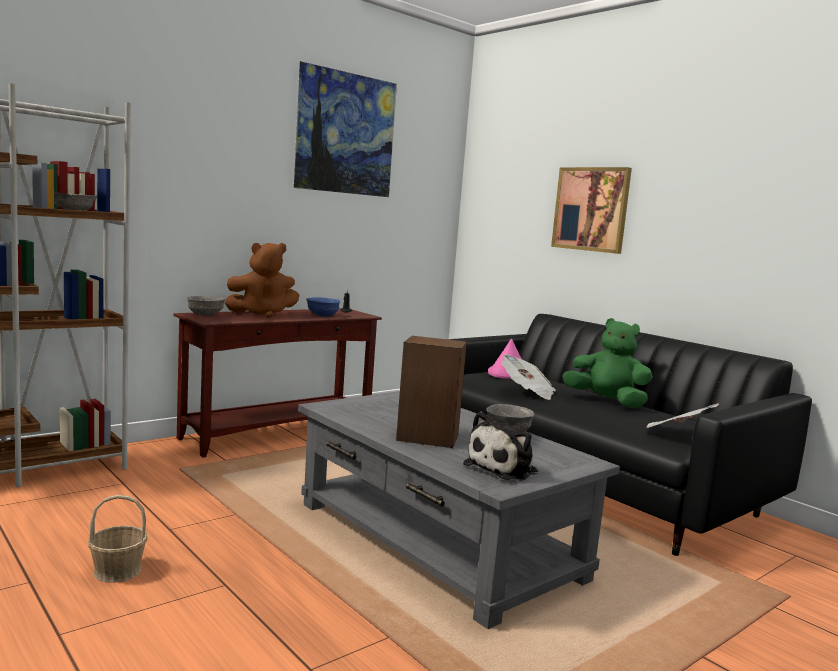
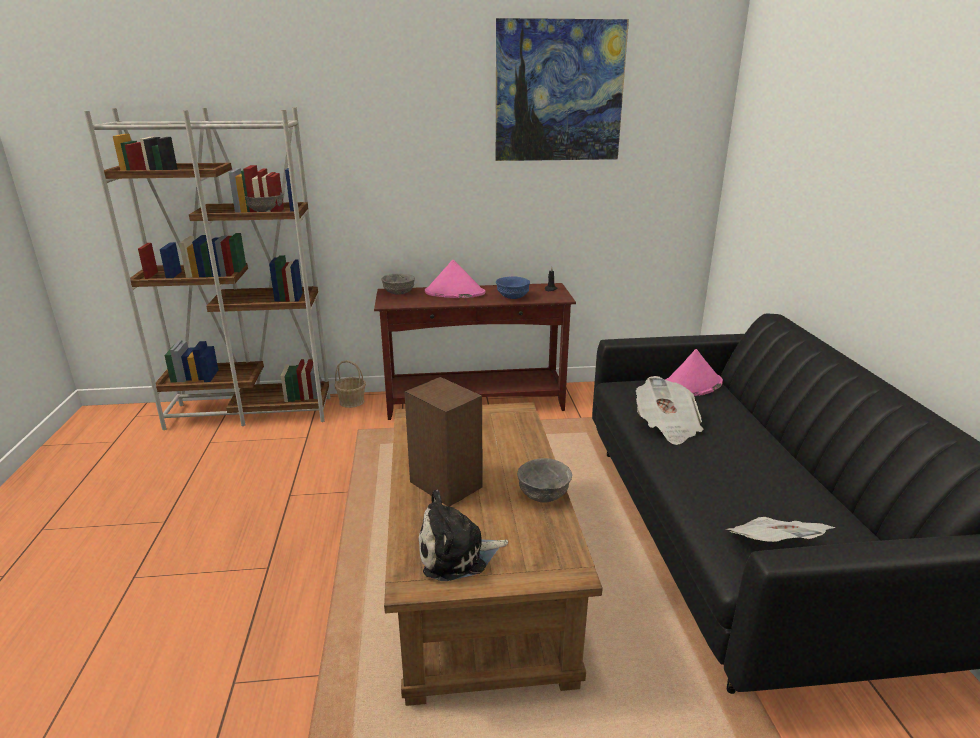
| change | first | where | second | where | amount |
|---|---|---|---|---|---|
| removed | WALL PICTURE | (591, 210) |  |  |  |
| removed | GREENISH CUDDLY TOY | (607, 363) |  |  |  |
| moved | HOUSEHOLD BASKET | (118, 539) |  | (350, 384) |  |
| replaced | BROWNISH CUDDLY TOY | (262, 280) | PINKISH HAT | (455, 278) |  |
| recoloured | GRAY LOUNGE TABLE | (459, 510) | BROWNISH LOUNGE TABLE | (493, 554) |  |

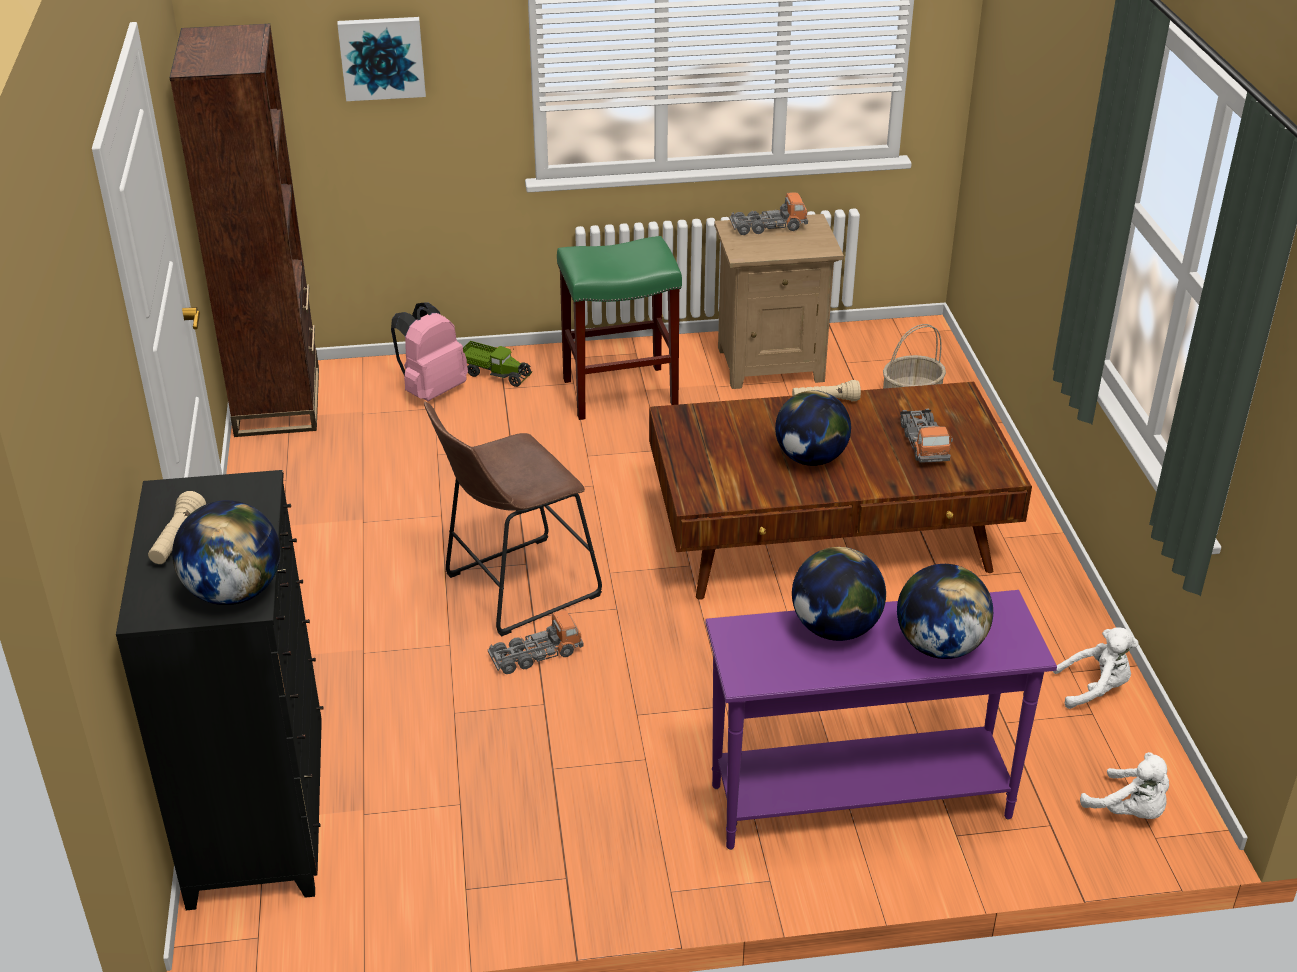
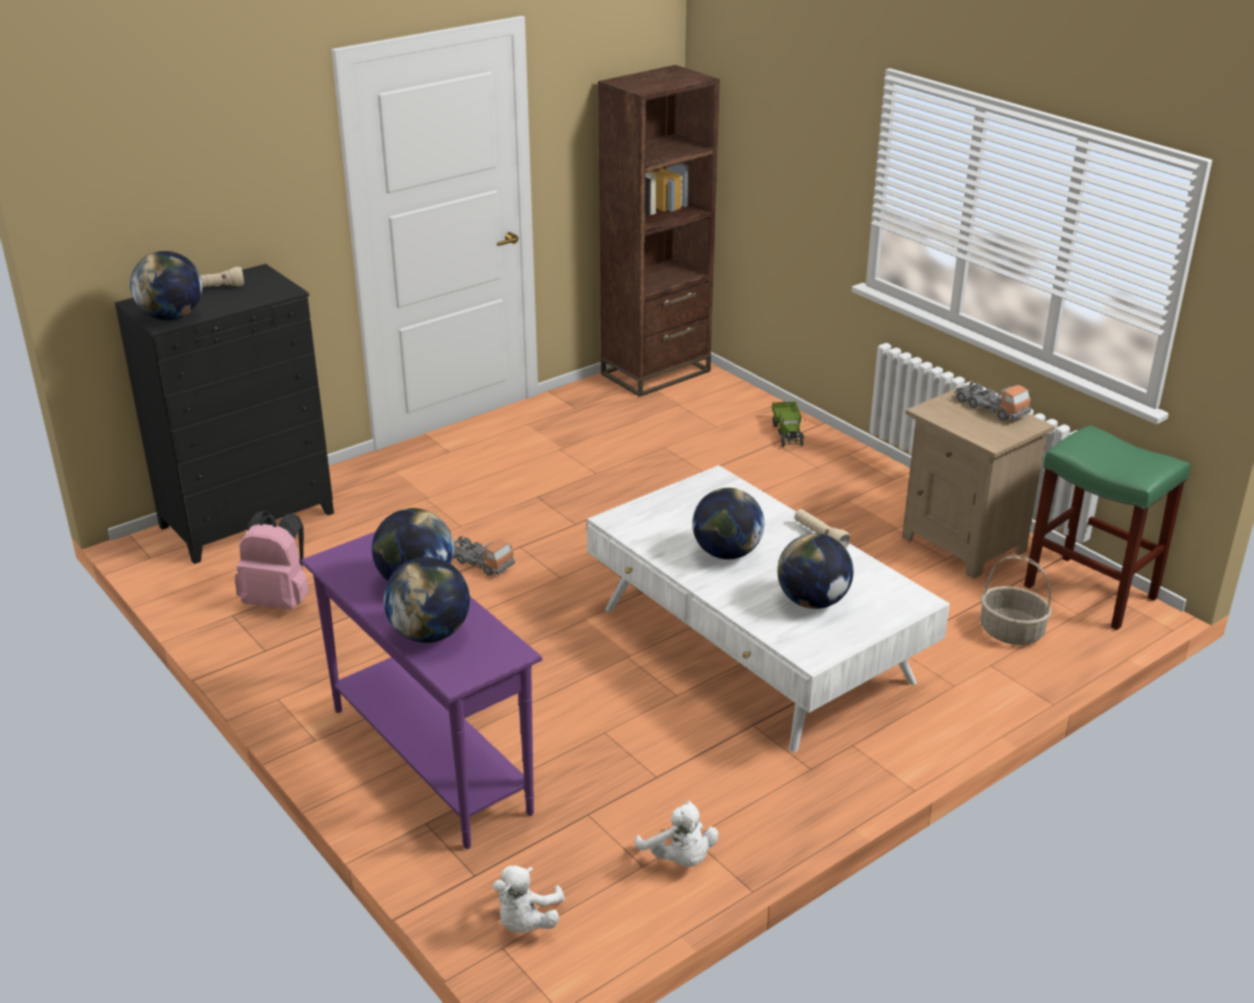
| change | first | where | second | where | amount |
|---|---|---|---|---|---|
| removed | WALL PICTURE | (381, 59) |  |  |  |
| removed | BROWNISH STOOL | (513, 519) |  |  |  |
| moved | PINKISH KNAPSACK | (429, 352) |  | (272, 560) |  |
| moved | GREENISH STOOL | (619, 328) |  | (1107, 527) |  |
| replaced | TOY TRUCK | (926, 436) | WORLD GLOBE | (815, 571) |  |
| recoloured | BROWNISH LOUNGE TABLE | (840, 491) | WHITE-COLOURED LOUNGE TABLE | (768, 608) |  |

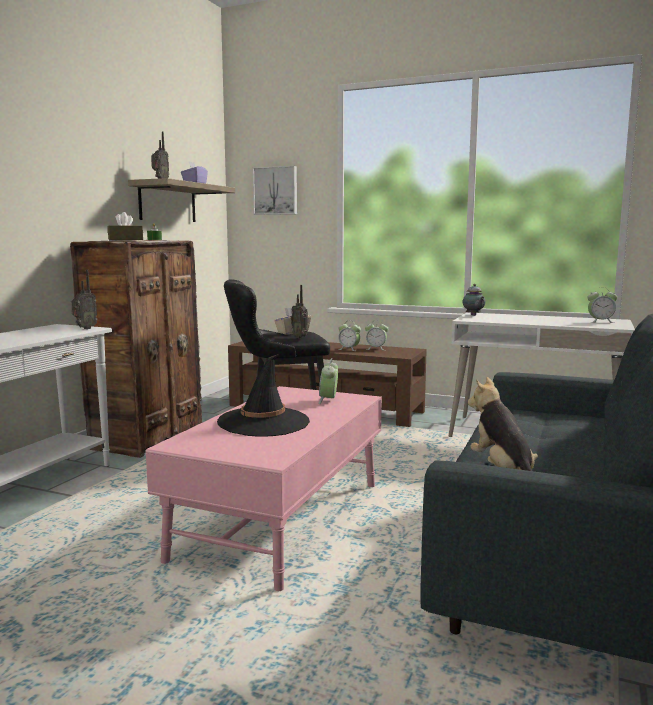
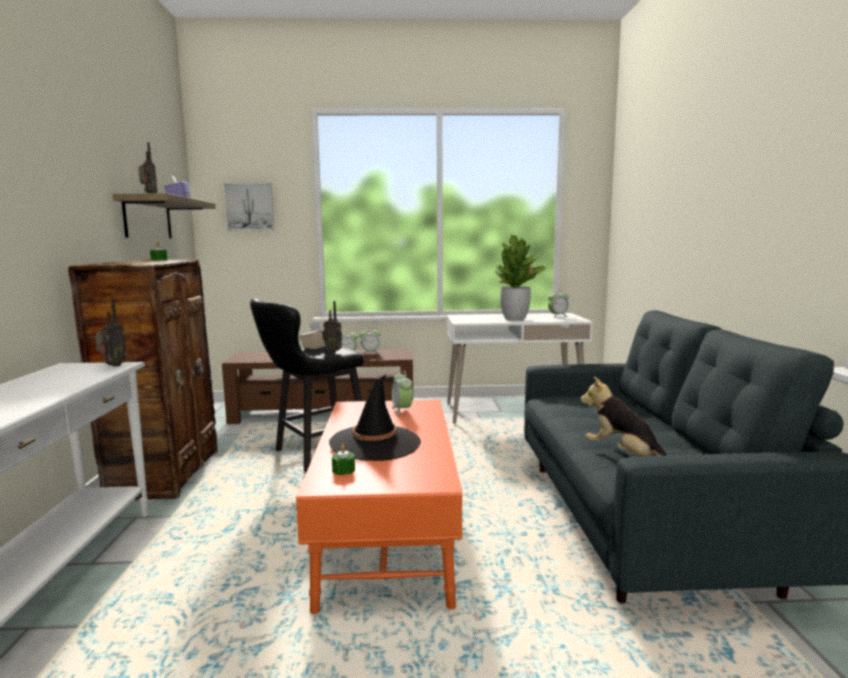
| change | first | where | second | where | amount |
|---|---|---|---|---|---|
| removed | BROWNISH TISSUE BOX | (125, 226) |  |  |  |
| removed | TEAPOT | (474, 300) |  |  |  |
| added |  |  | GREENISH WAX LIGHT | (343, 459) |  |
| added |  |  | PLANT IN A POT | (521, 277) |  |
| recoloured | PINKISH LOUNGE TABLE | (263, 488) | ORANGE LOUNGE TABLE | (379, 507) |  |

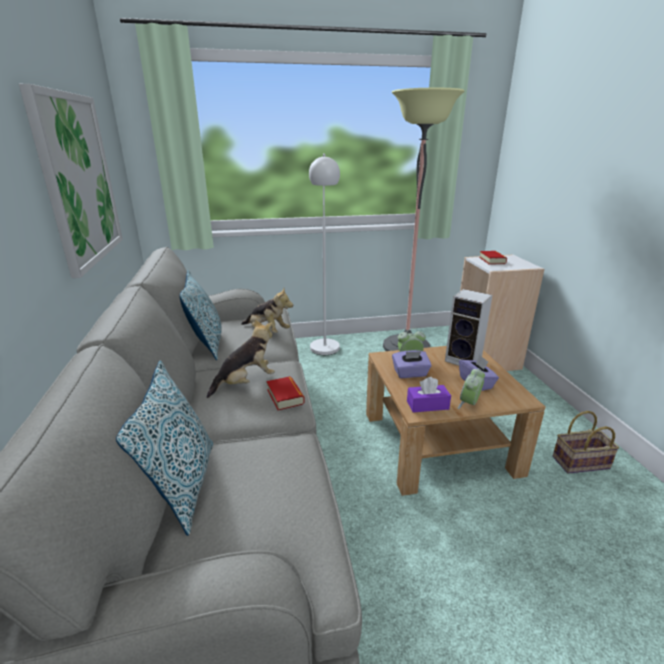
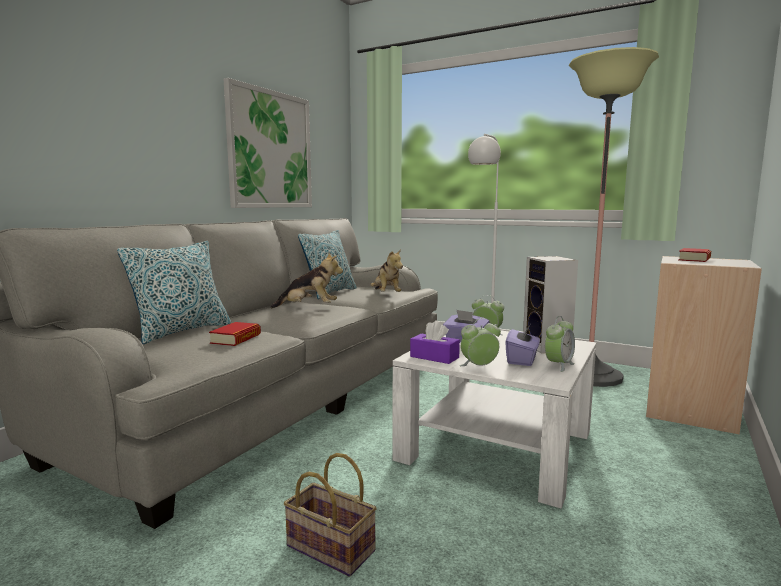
| change | first | where | second | where | amount |
|---|---|---|---|---|---|
| added |  |  | BEDSIDE CLOCK | (560, 344) |  |
| moved | VOLUME | (286, 393) |  | (235, 334) |  |
| moved | HOUSEHOLD BASKET | (586, 442) |  | (330, 515) |  |
| recoloured | BROWNISH LOUNGE TABLE | (455, 421) | WHITE-COLOURED LOUNGE TABLE | (494, 419) |  |

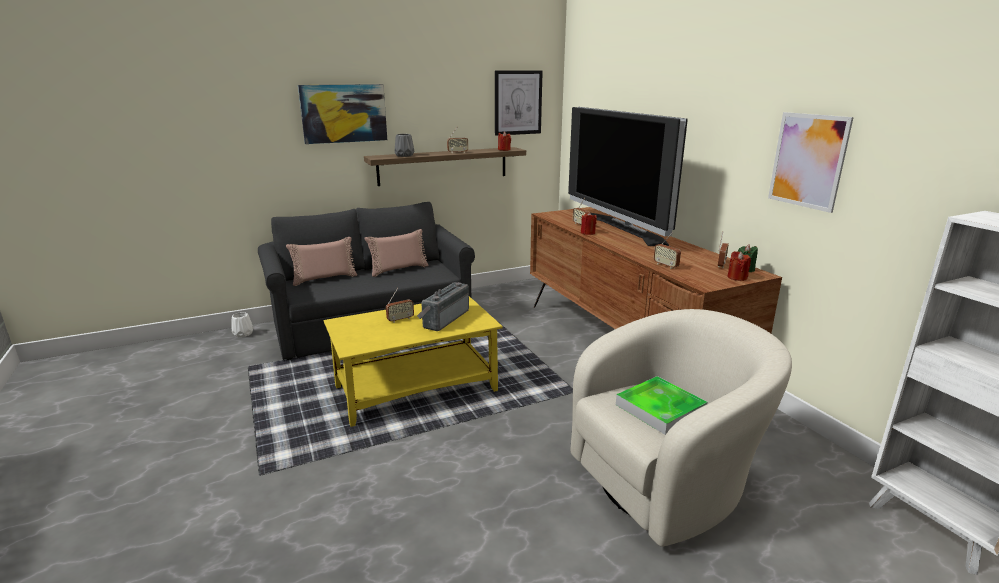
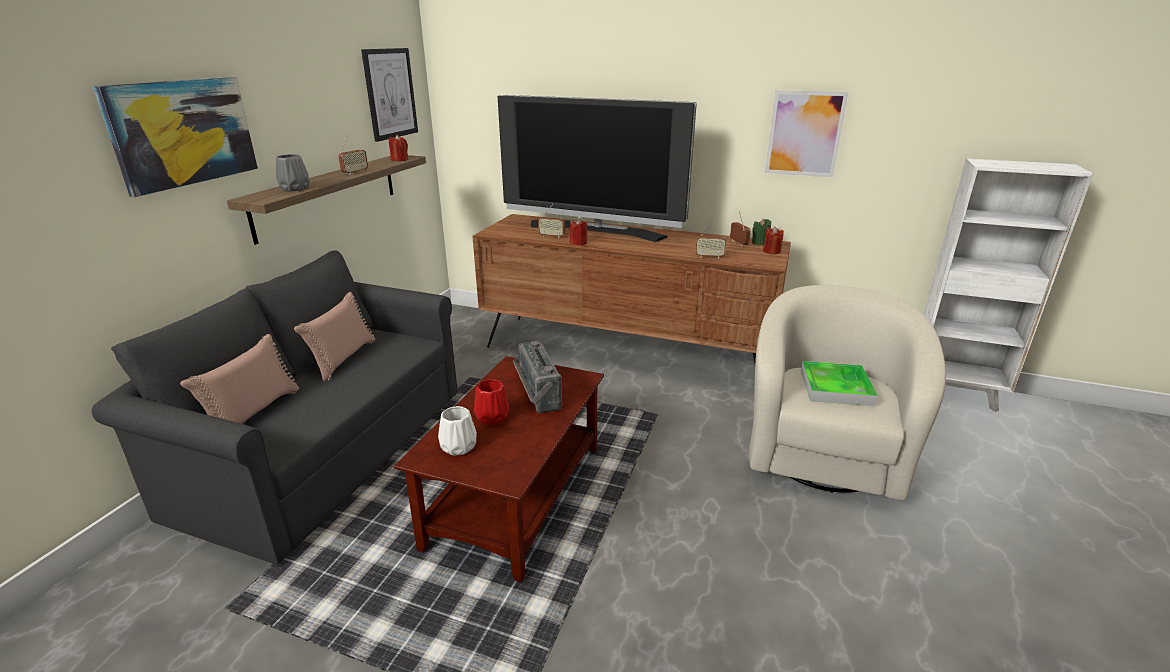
| change | first | where | second | where | amount |
|---|---|---|---|---|---|
| moved | WHITE-COLOURED FLOWER VASE | (242, 324) |  | (457, 431) |  |
| replaced | RADIO SET | (400, 305) | RED-COLOURED FLOWER VASE | (491, 402) |  |
| recoloured | YELLOW-COLOURED LOUNGE TABLE | (413, 361) | BROWNISH LOUNGE TABLE | (499, 469) |  |

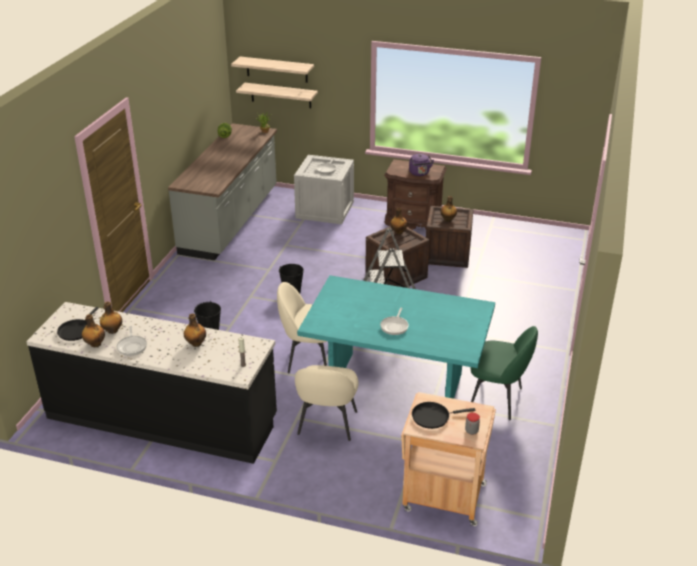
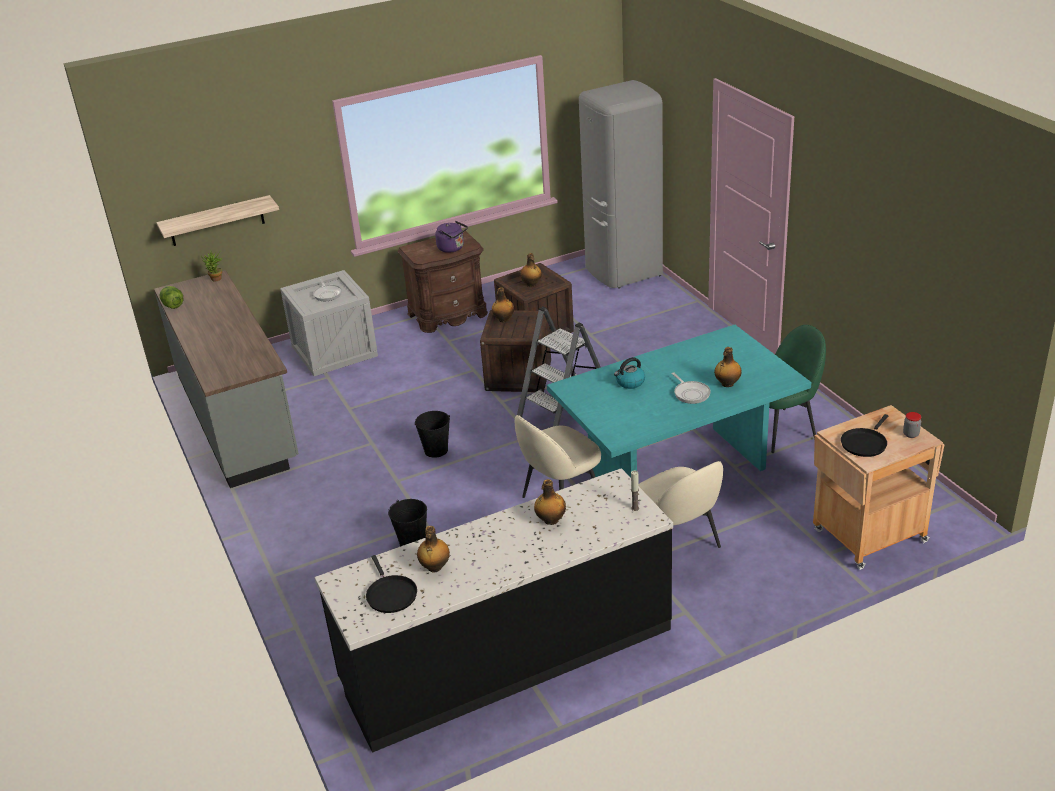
| change | first | where | second | where | amount |
|---|---|---|---|---|---|
| removed | PAN | (132, 341) |  |  |  |
| removed | SHELF | (272, 70) |  |  |  |
| added |  |  | GRAY KITCHEN FRIDGE | (621, 184) |  |
| added |  |  | KETTLE | (629, 373) |  |
| moved | BEVERAGE BOTTLE | (93, 330) |  | (728, 367) |  |

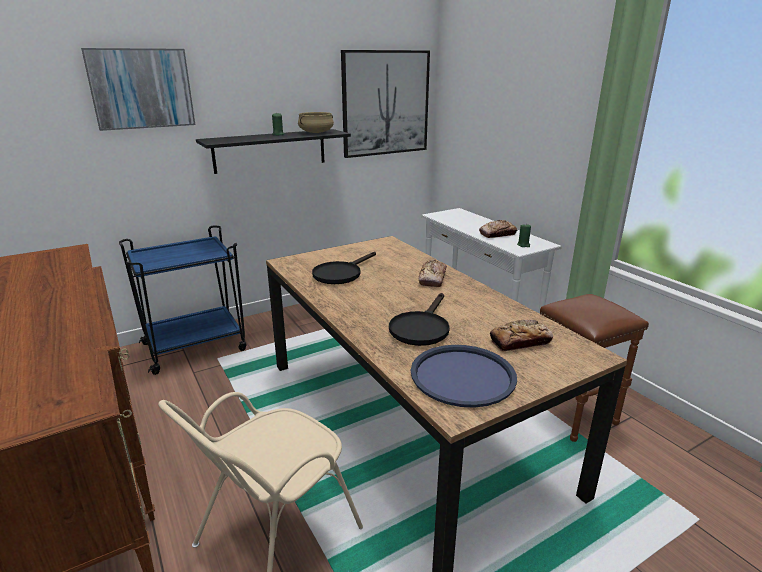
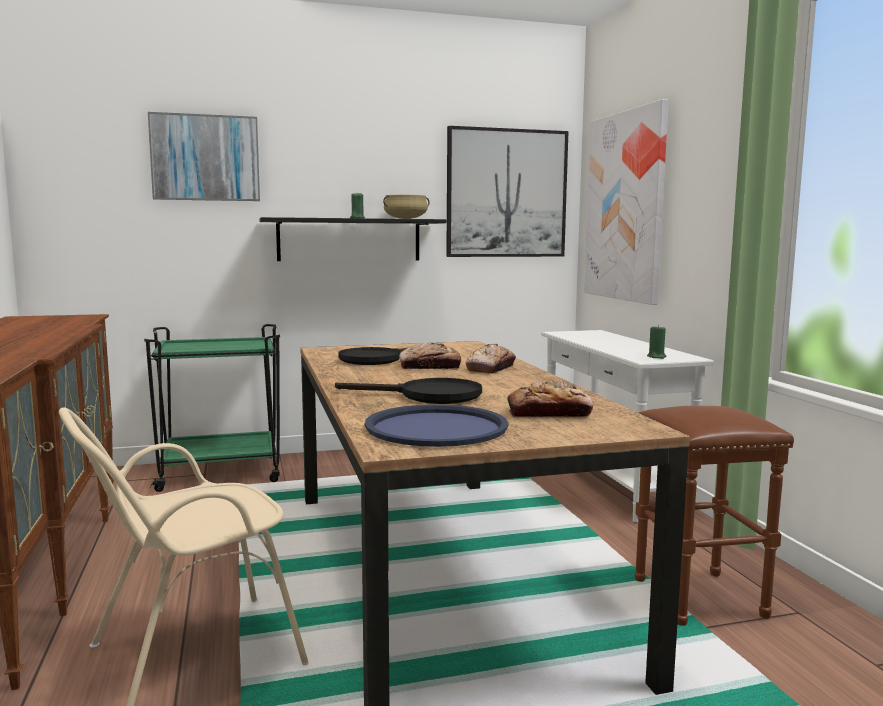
| change | first | where | second | where | amount |
|---|---|---|---|---|---|
| added |  |  | WALL PICTURE | (627, 202) |  |
| moved | BAKED BREAD | (498, 229) |  | (430, 356) |  |
| recoloured | BLUISH WHEELED CART | (183, 300) | GREENISH WHEELED CART | (212, 408) |  |
| turned | BLACK-COLOURED PAN | (419, 319) |  | (408, 391) | 120 degrees counterclockwise |

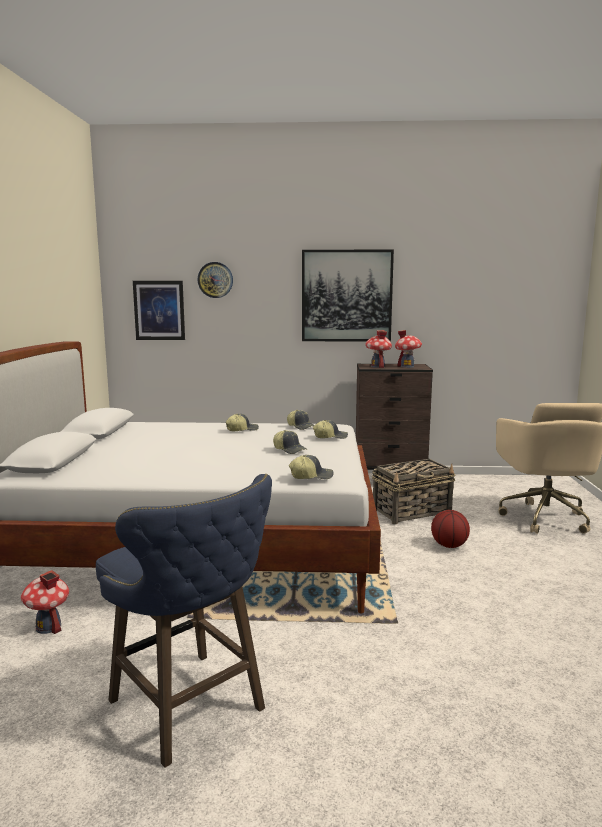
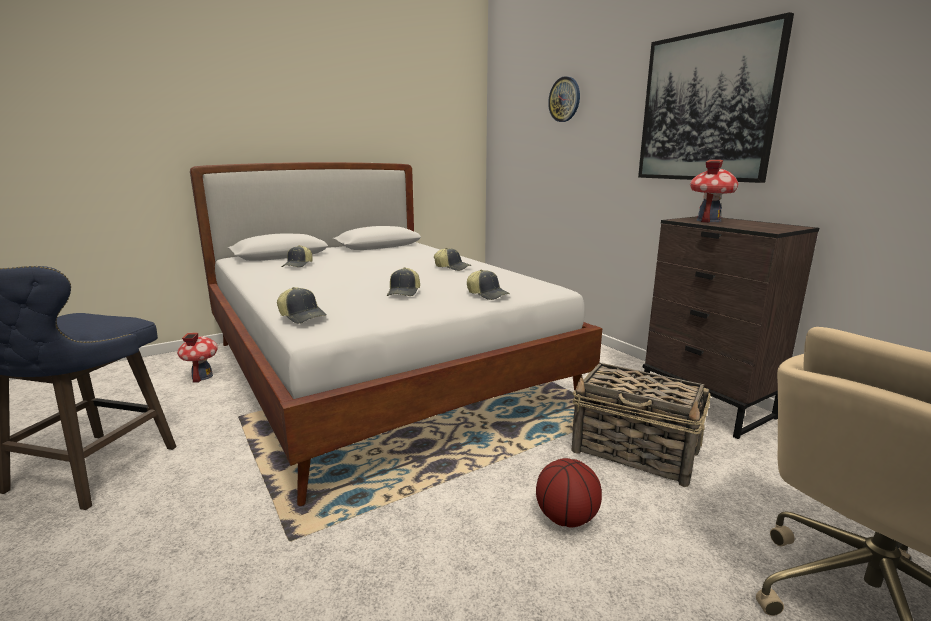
| change | first | where | second | where | amount |
|---|---|---|---|---|---|
| removed | WALL PICTURE | (159, 310) |  |  |  |
| removed | TOY HOUSE | (408, 349) |  |  |  |
| moved | PEAKED CAP | (301, 420) |  | (297, 256) |  |

